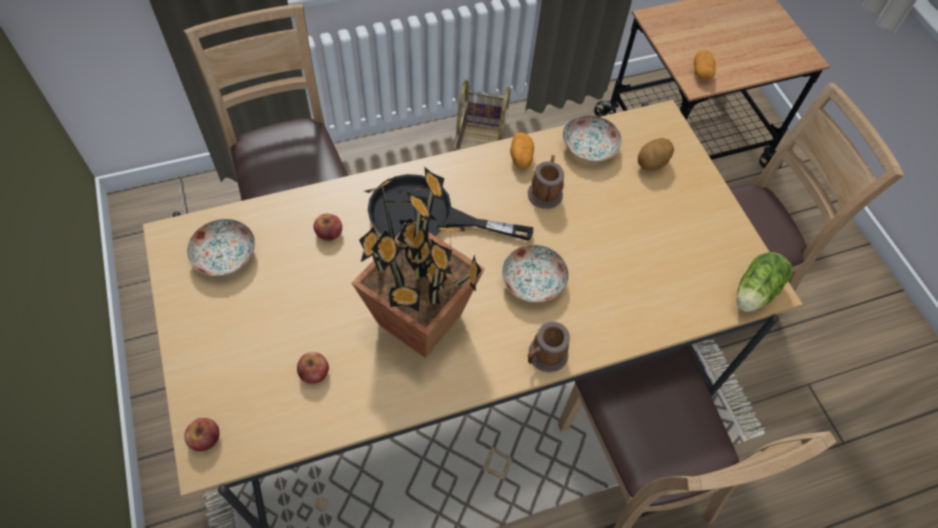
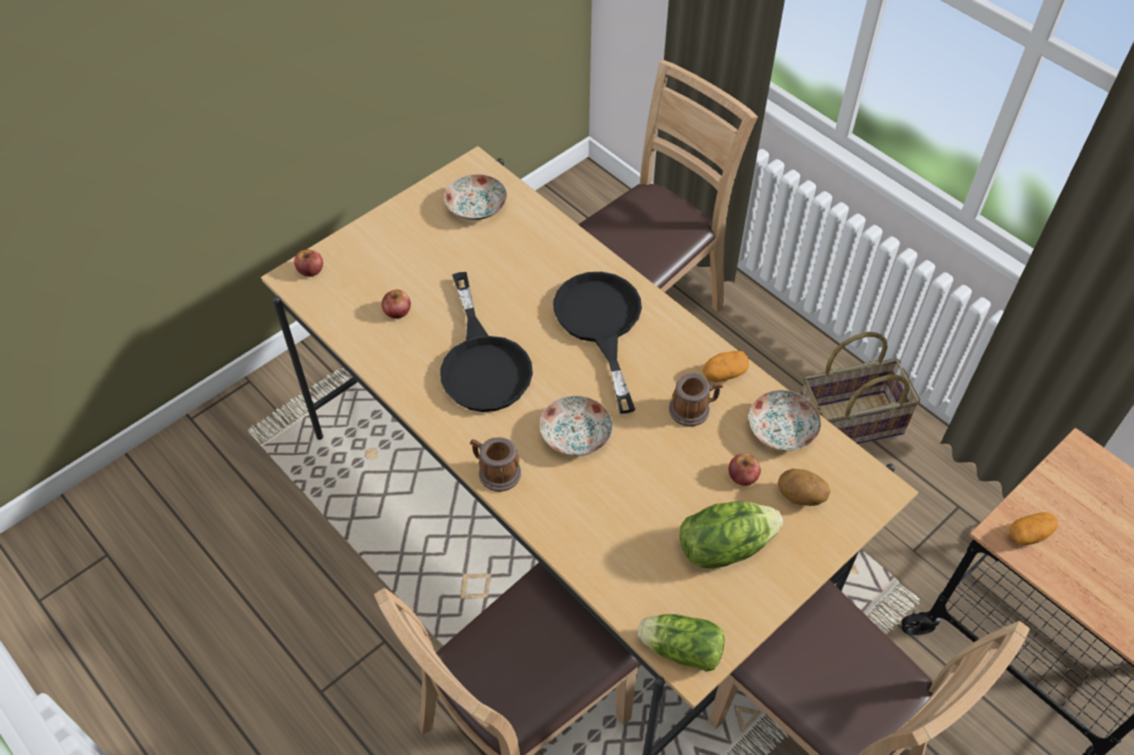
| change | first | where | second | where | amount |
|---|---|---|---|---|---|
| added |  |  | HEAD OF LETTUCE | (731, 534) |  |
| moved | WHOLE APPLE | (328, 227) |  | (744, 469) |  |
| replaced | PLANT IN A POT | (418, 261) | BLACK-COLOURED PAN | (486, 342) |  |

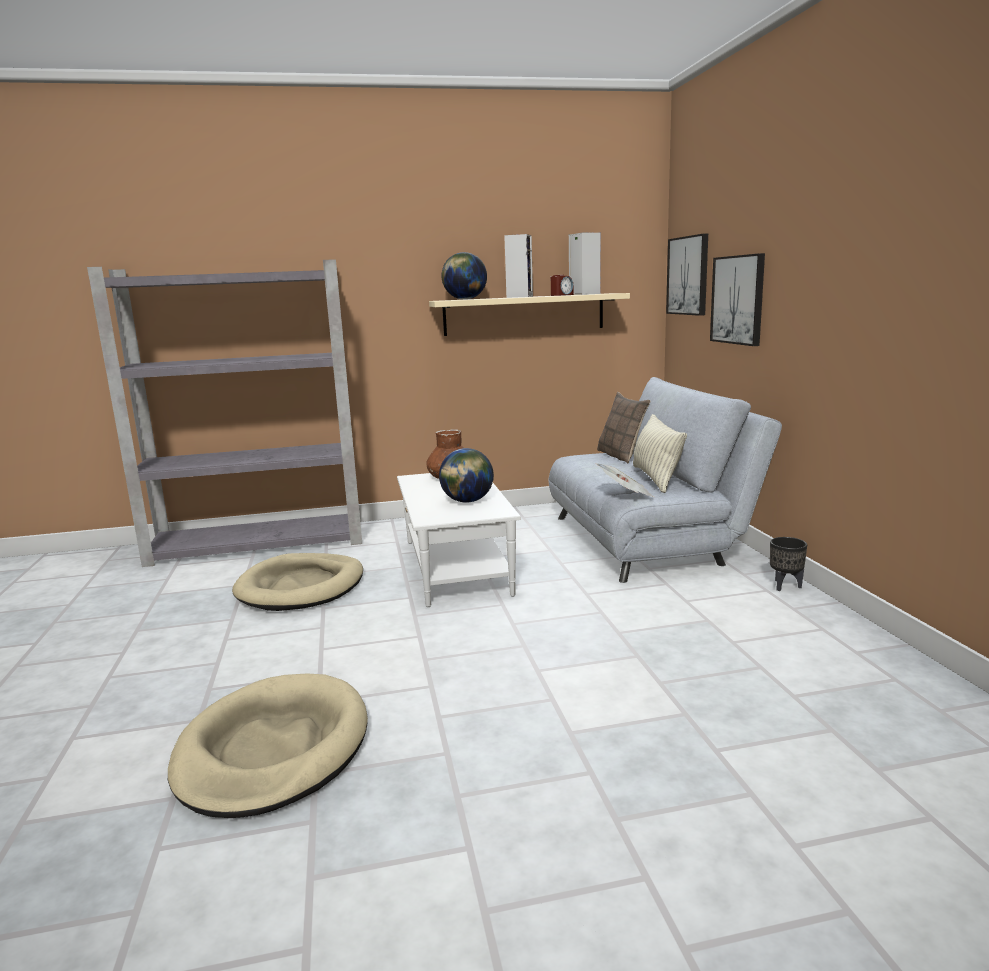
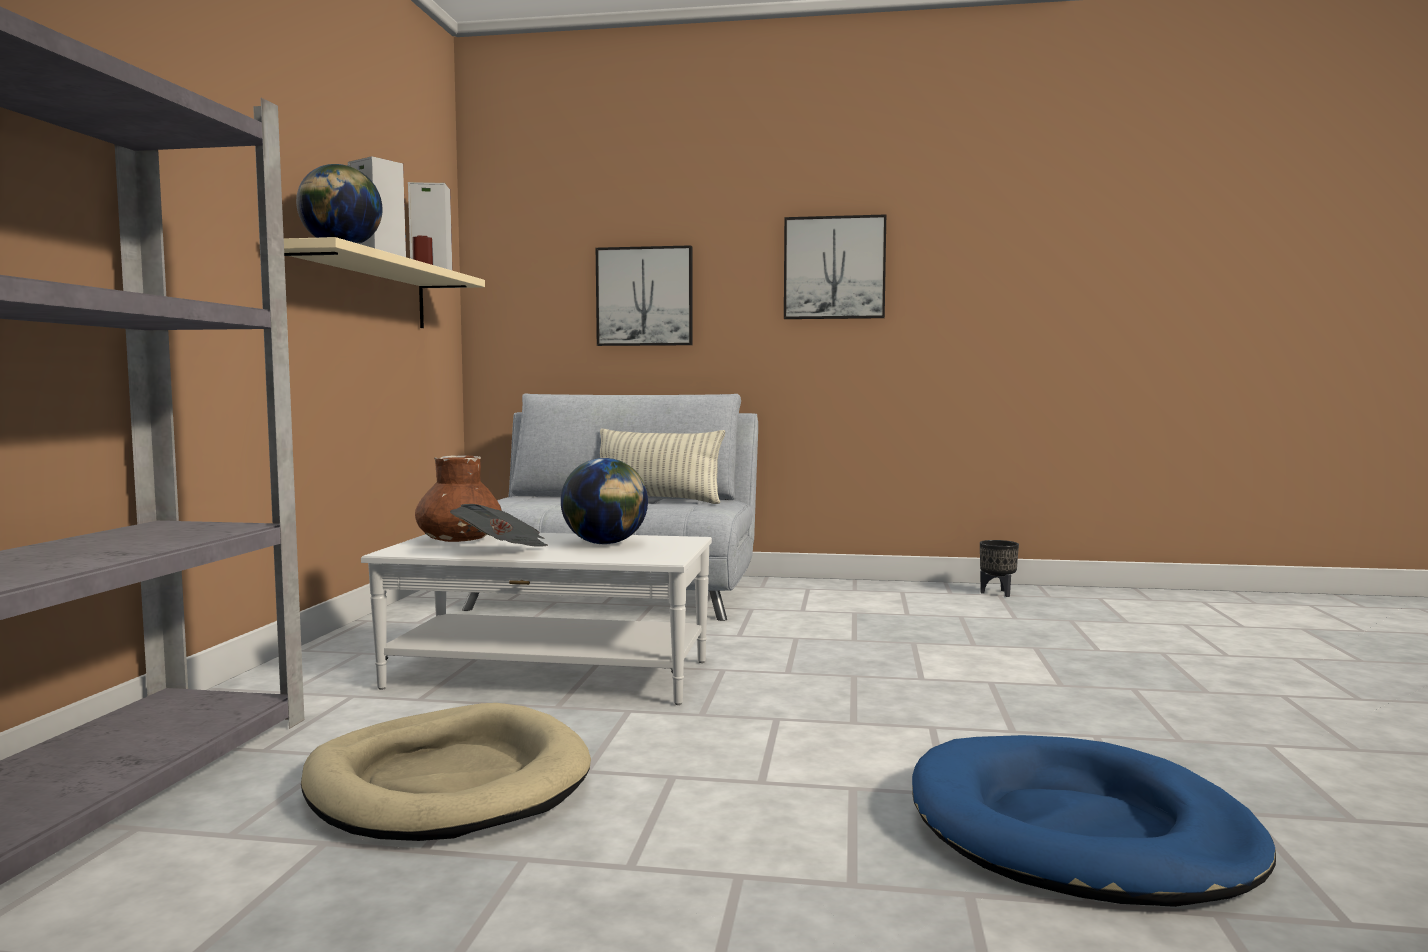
| change | first | where | second | where | amount |
|---|---|---|---|---|---|
| removed | CUSHION | (623, 428) |  |  |  |
| moved | PRINTED PAPER | (625, 480) |  | (499, 525) |  |
| moved | WALL PICTURE | (687, 274) |  | (835, 266) |  |
| moved | BLACK-COLOURED FLOWER POT | (788, 564) |  | (999, 568) |  |
| recoloured | BEIGE-COLOURED DOG BED | (268, 745) | BLUISH DOG BED | (1094, 821) |  |

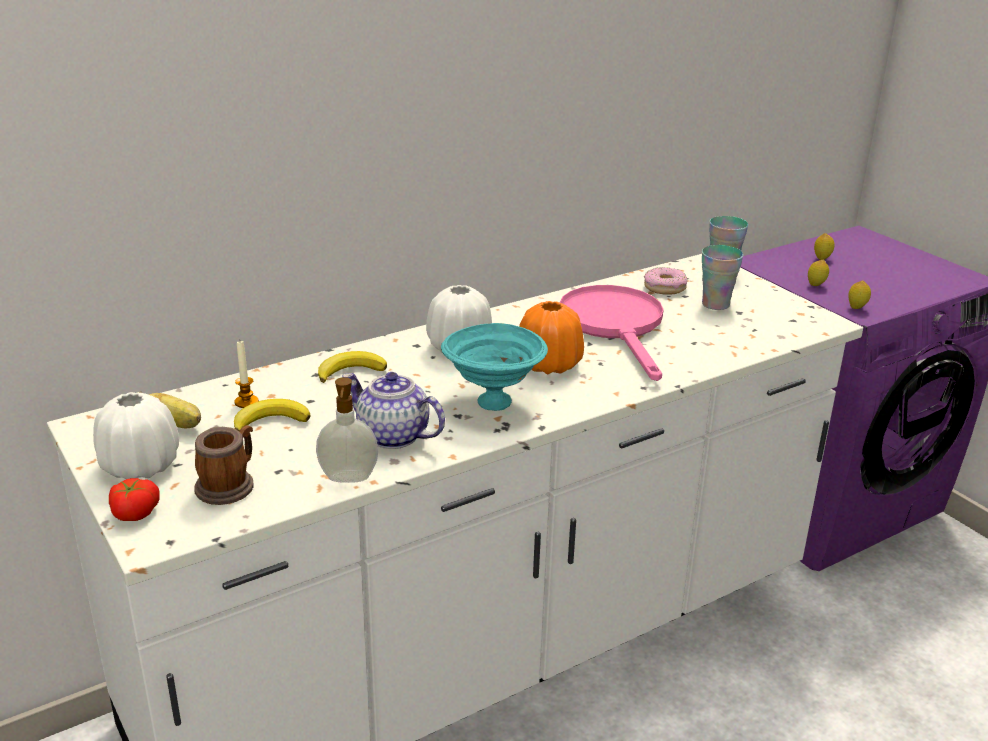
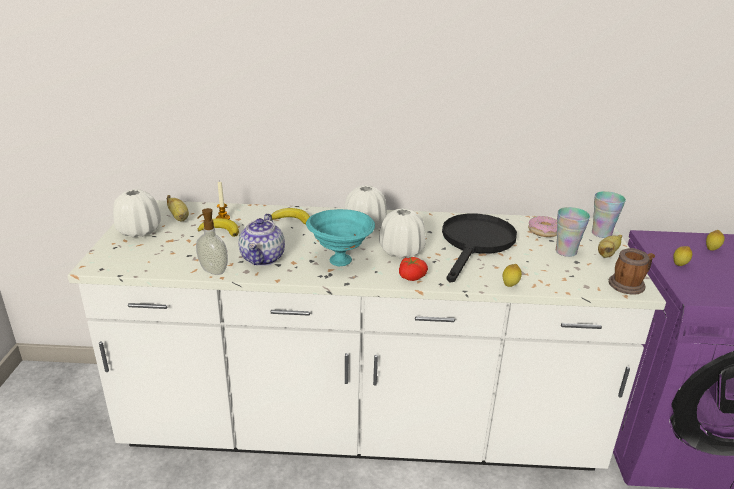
| change | first | where | second | where | amount |
|---|---|---|---|---|---|
| added |  |  | BANANA FRUIT | (610, 246) |  |
| moved | WHOLE TOMATO | (134, 499) |  | (413, 269) |  |
| moved | MUG | (224, 465) |  | (632, 271) |  |
| moved | WHOLE LEMON | (859, 294) |  | (512, 275) |  |
| recoloured | ORANGE FLOWER VASE | (551, 337) | WHITE-COLOURED FLOWER VASE | (402, 233) |  |
| recoloured | PINKISH PAN | (611, 333) | BLACK-COLOURED PAN | (479, 248) |  |
| turned | TEAPOT | (393, 410) |  | (262, 240) | 150 degrees counterclockwise |

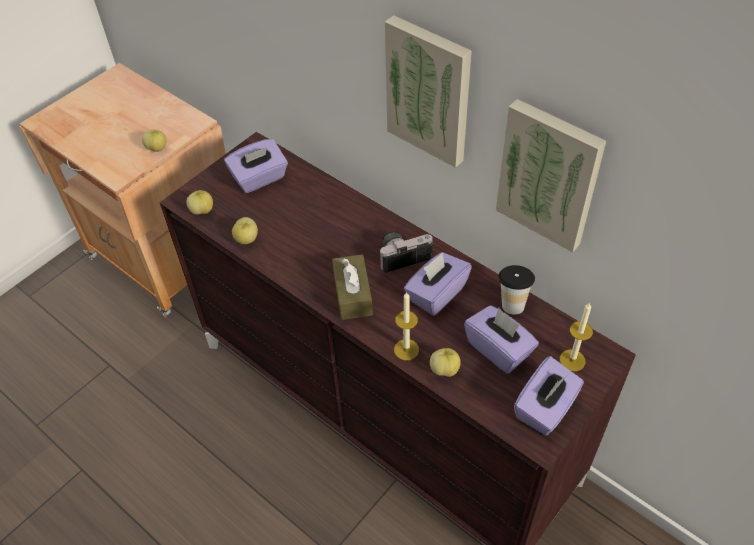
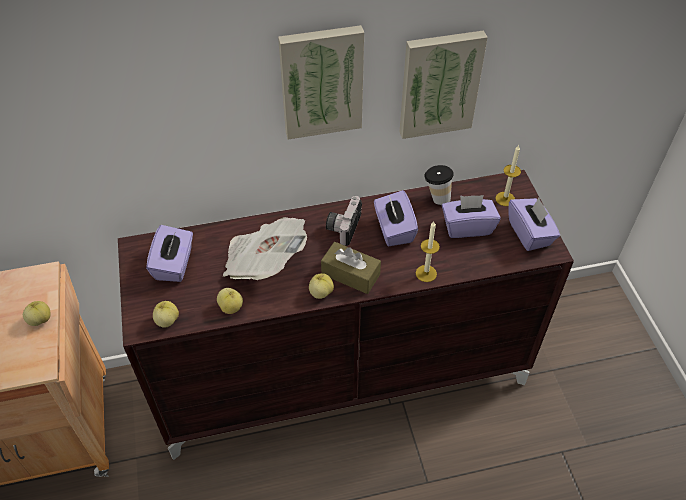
| change | first | where | second | where | amount |
|---|---|---|---|---|---|
| added |  |  | PRINTED PAPER | (265, 248) |  |
| moved | WHOLE APPLE | (445, 362) |  | (321, 286) |  |

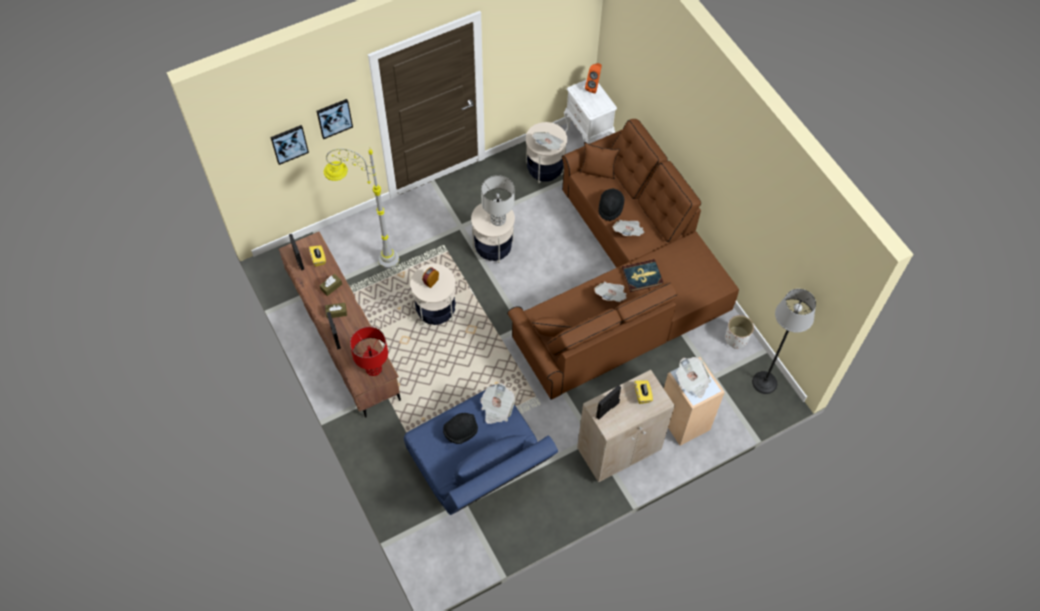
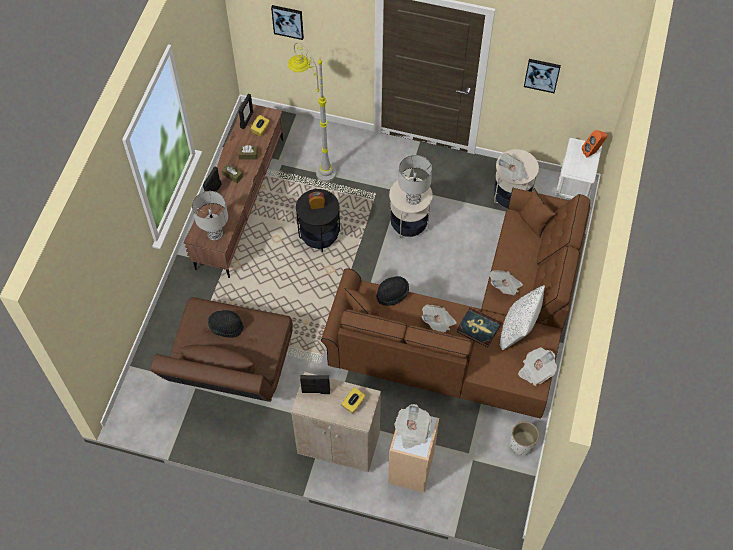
| change | first | where | second | where | amount |
|---|---|---|---|---|---|
| removed | FLOOR LAMP | (784, 341) |  |  |  |
| added |  |  | WHITE-COLOURED CUSHION | (522, 317) |  |
| moved | WALL PICTURE | (335, 119) |  | (542, 76) |  |
| moved | PRINTED PAPER | (498, 403) |  | (537, 366) |  |
| moved | BLACK-COLOURED HAT | (611, 204) |  | (392, 291) |  |
| recoloured | RED-COLOURED LAMP FOR A TABLE | (369, 351) | WHITE-COLOURED LAMP FOR A TABLE | (210, 215) |  |
| recoloured | BLUISH LOUNGE CHAIR | (481, 450) | BROWNISH LOUNGE CHAIR | (222, 349) |  |
| recoloured | BEIGE-COLOURED ACCENT TABLE | (433, 294) | BLACK-COLOURED ACCENT TABLE | (318, 220) |  |

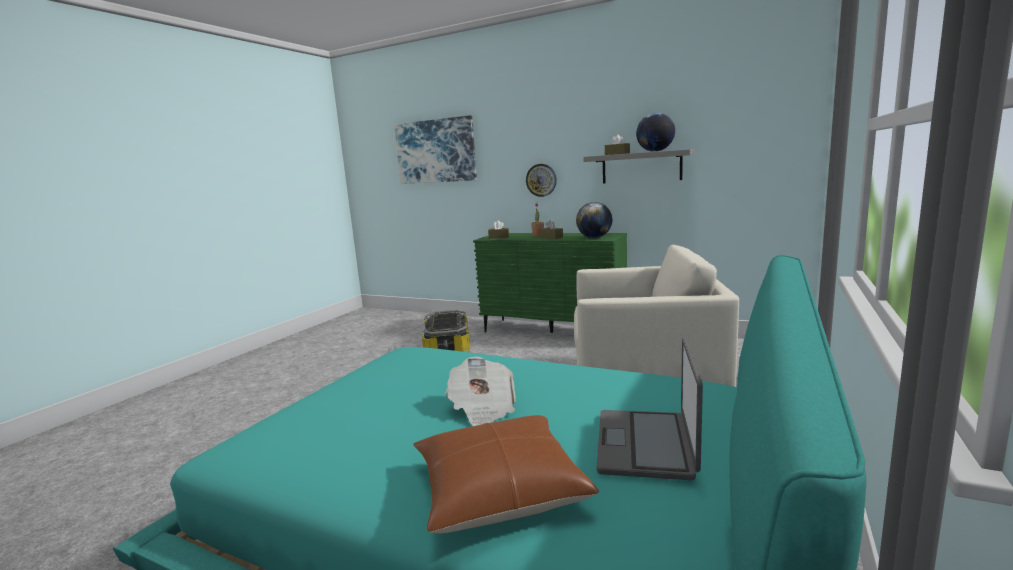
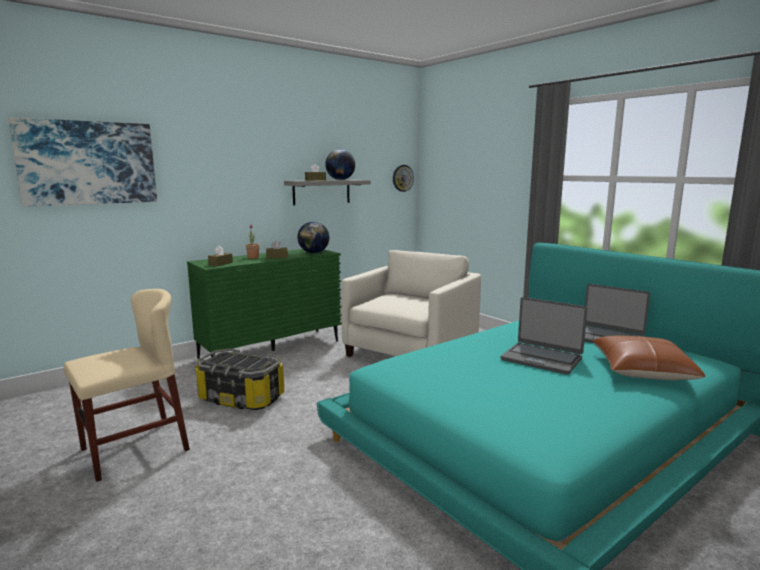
| change | first | where | second | where | amount |
|---|---|---|---|---|---|
| added |  |  | BEIGE-COLOURED PLAIN CHAIR | (127, 385) |  |
| moved | WALL CLOCK | (541, 180) |  | (403, 178) |  |
| replaced | PRINTED PAPER | (481, 391) | LAPTOP | (544, 336) |  |

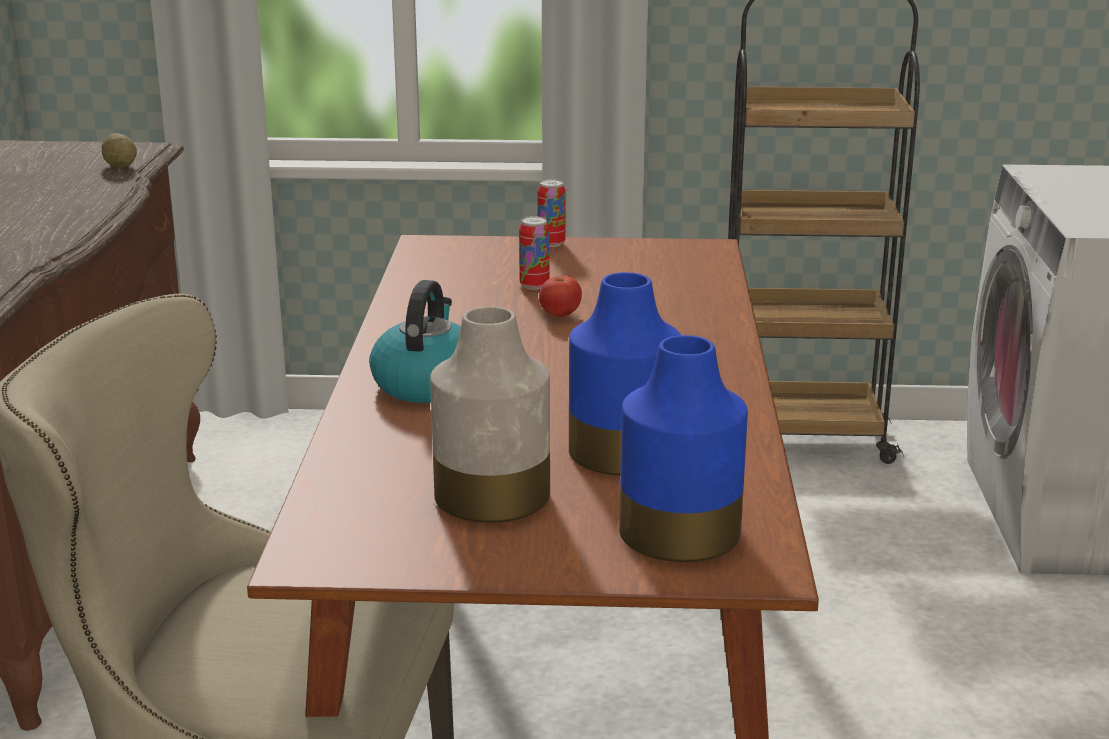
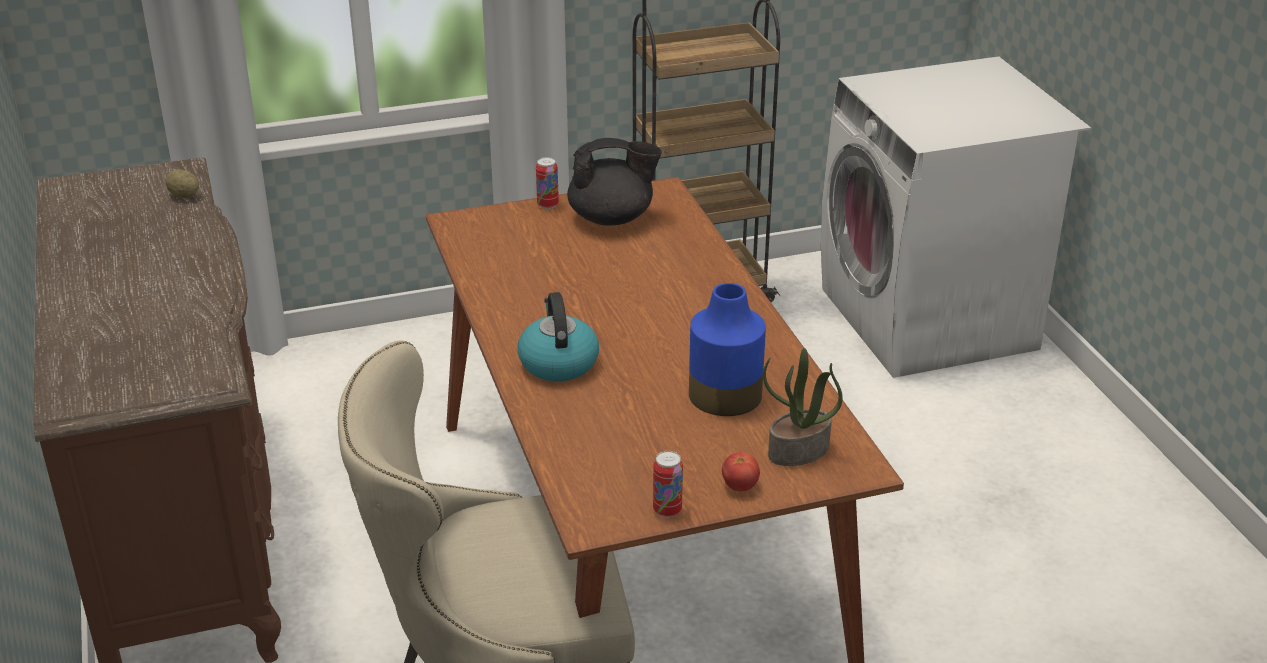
| change | first | where | second | where | amount |
|---|---|---|---|---|---|
| removed | BEIGE-COLOURED FLOWER VASE | (490, 414) |  |  |  |
| added |  |  | BLACK-COLOURED TEAPOT | (614, 182) |  |
| moved | METAL CAN | (534, 253) |  | (668, 484) |  |
| moved | WHOLE TOMATO | (560, 296) |  | (741, 471) |  |
| replaced | BLUISH FLOWER VASE | (683, 448) | PLANT IN A POT | (803, 407) |  |

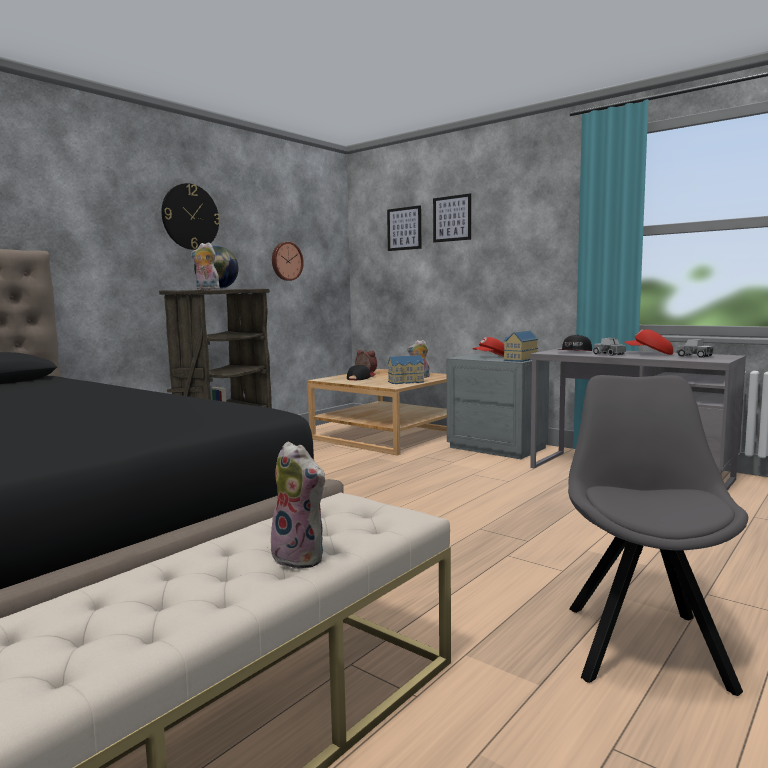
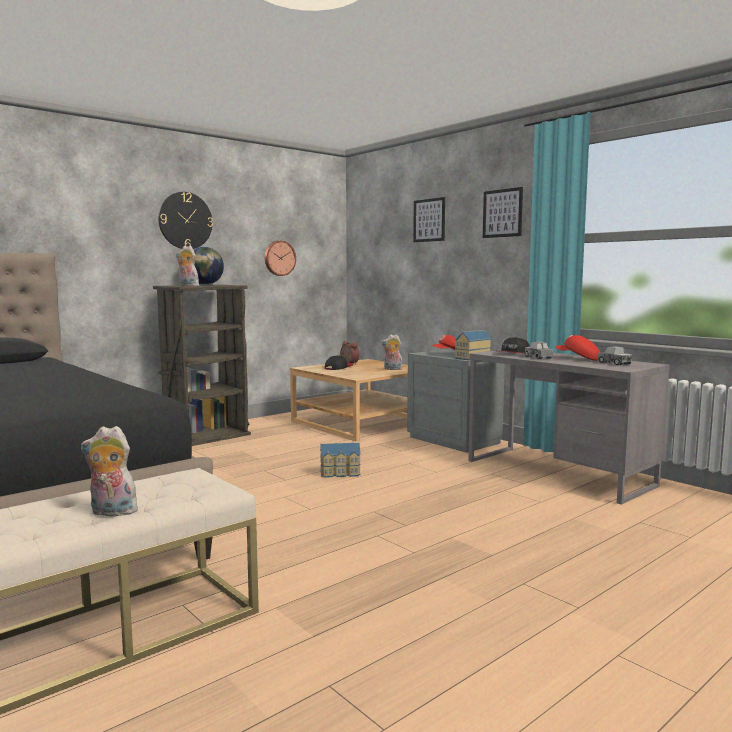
| change | first | where | second | where | amount |
|---|---|---|---|---|---|
| removed | GRAY PLAIN CHAIR | (658, 535) |  |  |  |
| moved | WALL PICTURE | (404, 228) |  | (503, 212) |  |
| moved | TOY HOUSE | (406, 369) |  | (340, 460) |  |
| turned | CUDDLY TOY | (296, 506) |  | (109, 471) | 135 degrees clockwise |

